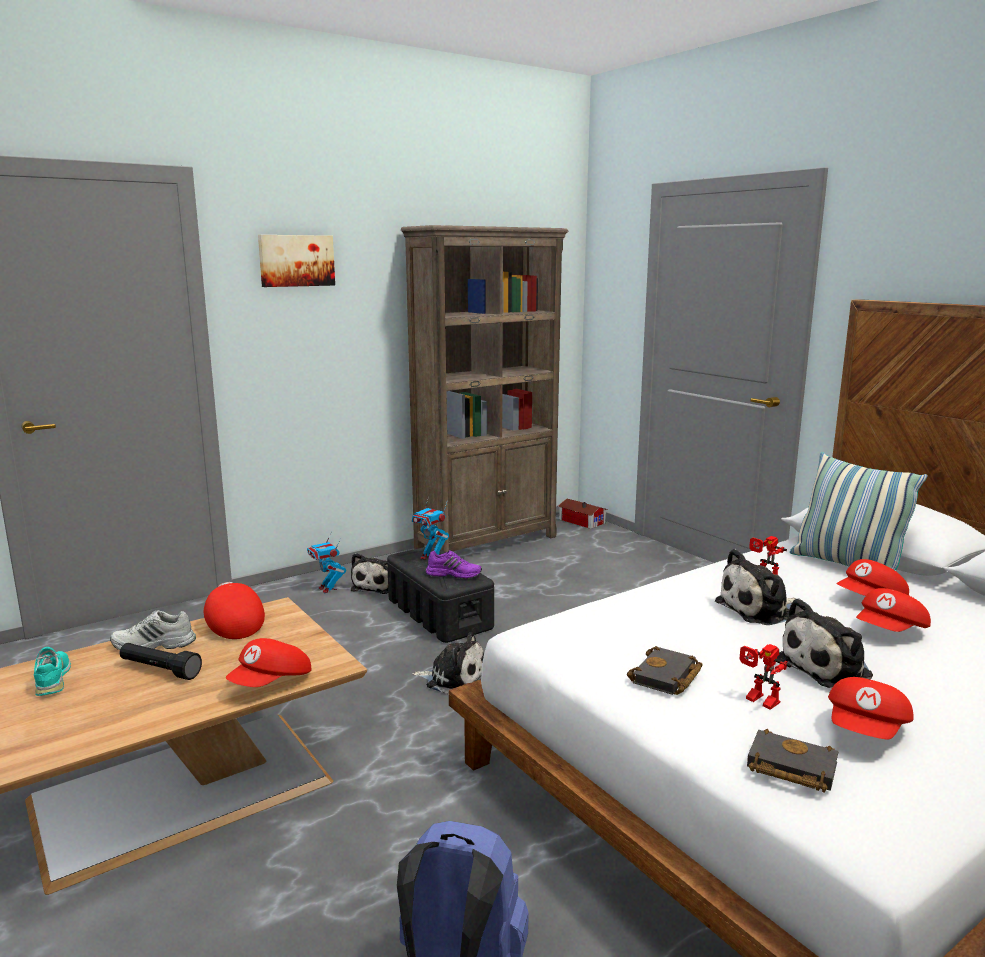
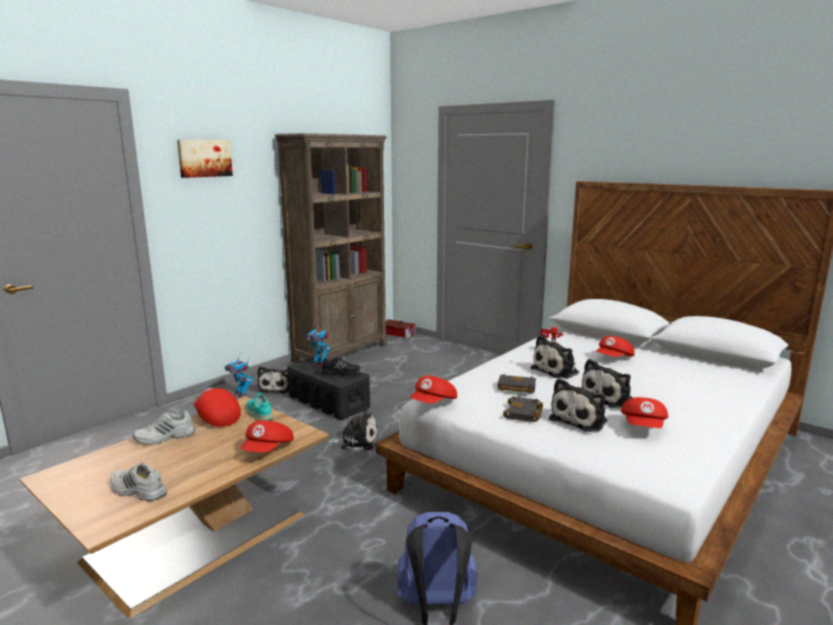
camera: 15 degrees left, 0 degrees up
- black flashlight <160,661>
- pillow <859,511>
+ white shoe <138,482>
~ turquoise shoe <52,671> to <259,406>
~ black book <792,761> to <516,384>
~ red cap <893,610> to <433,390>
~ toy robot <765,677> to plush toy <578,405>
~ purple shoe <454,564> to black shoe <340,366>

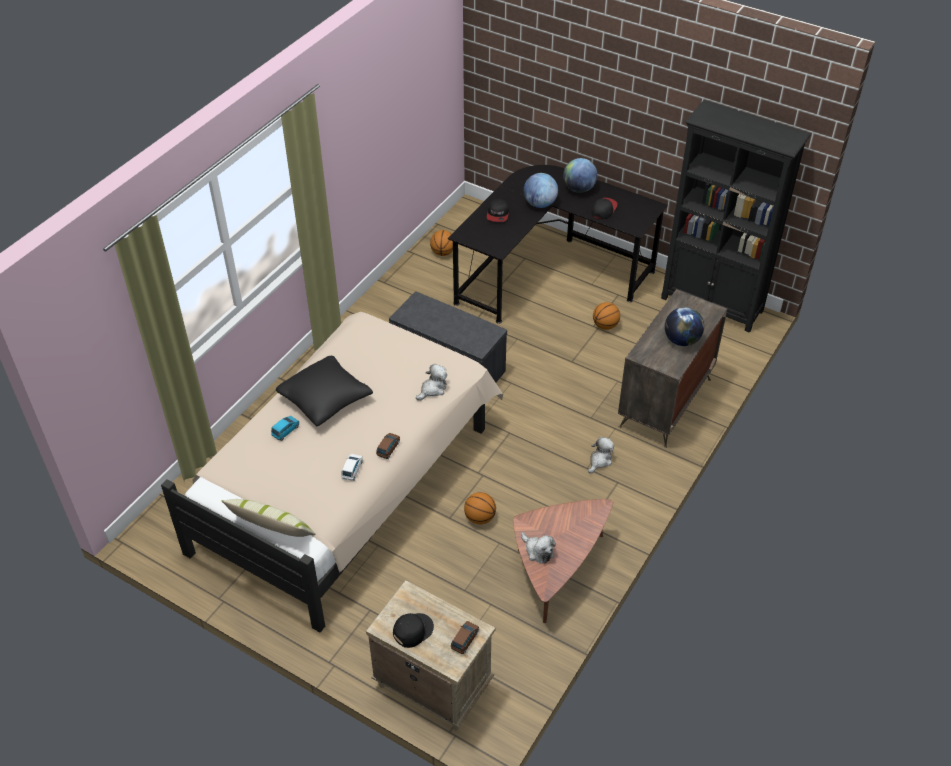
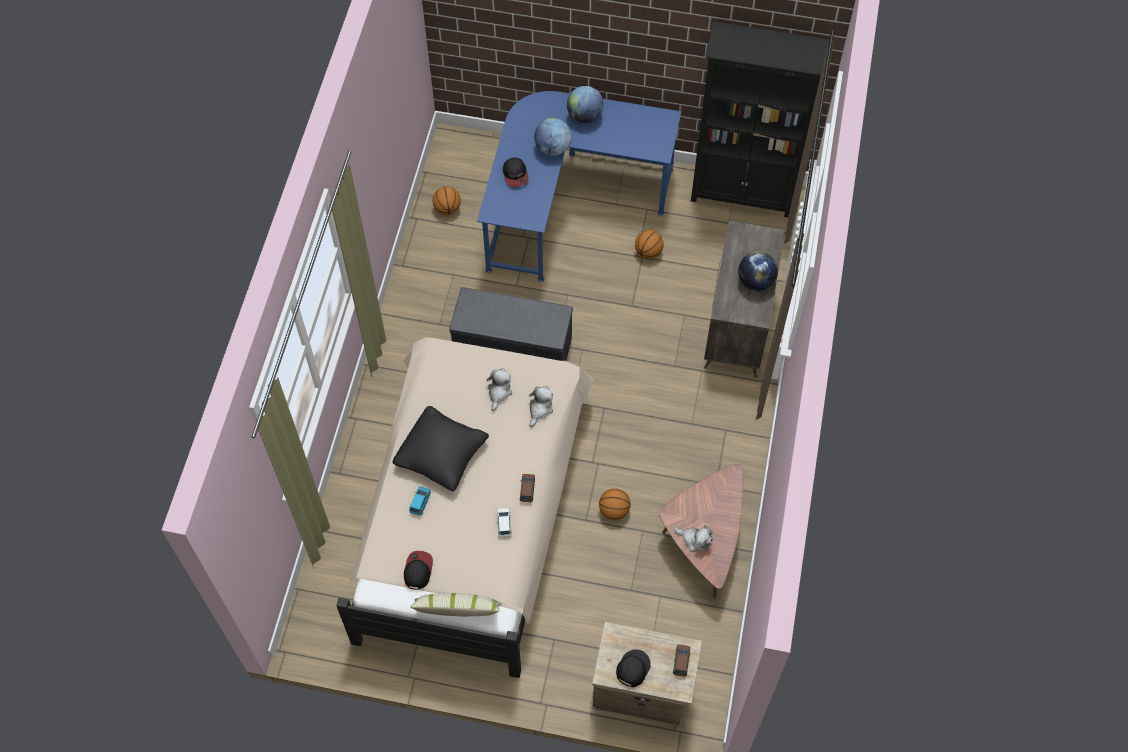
camera: 20 degrees left, 15 degrees up
~ plush toy <601,455> to <499,390>
~ cap <604,208> to <418,570>
~ black desk <558,244> to blue desk <579,186>

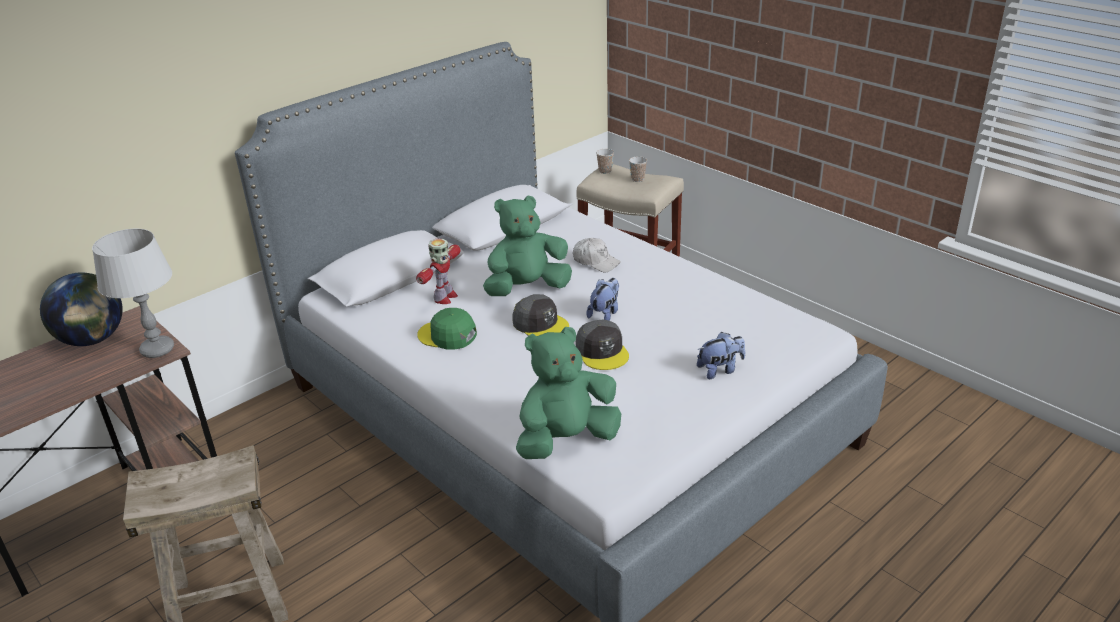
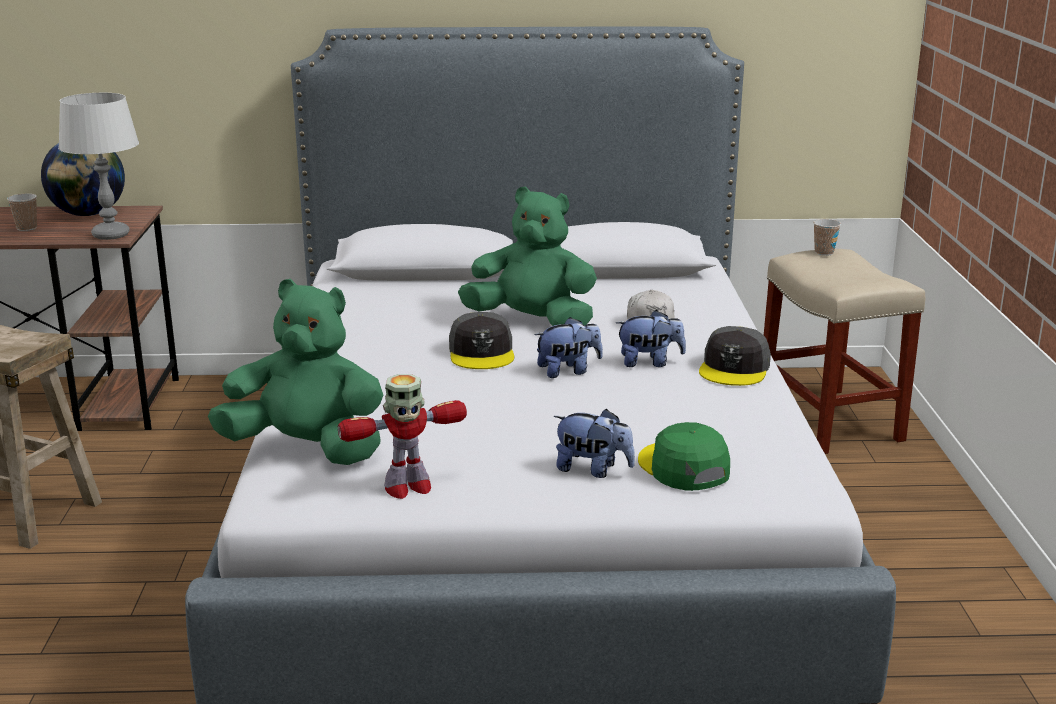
camera: 40 degrees right, 10 degrees down
+ plush toy <651,338>
~ toy robot <438,271> to <402,436>
~ green cap <447,328> to <684,456>
~ grey cap <602,345> to <735,356>
~ cup <638,169> to <22,212>

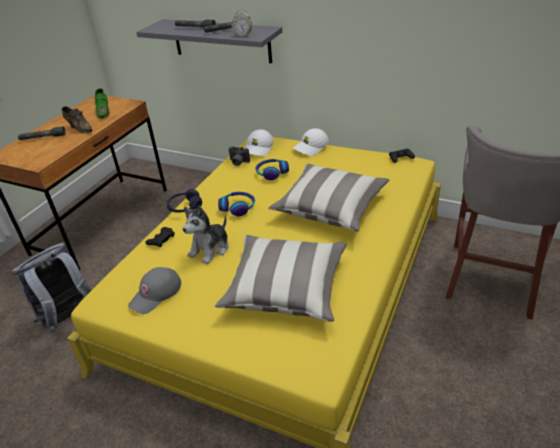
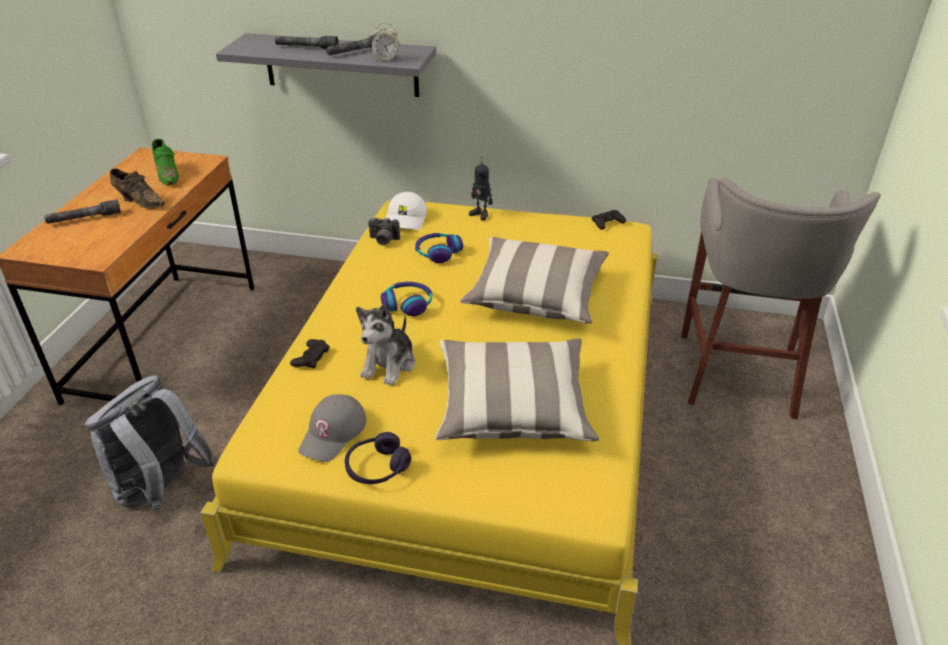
camera: 15 degrees left, 0 degrees up
~ purple headphones <184,201> to <378,458>
~ white cap <311,142> to toy robot <481,189>

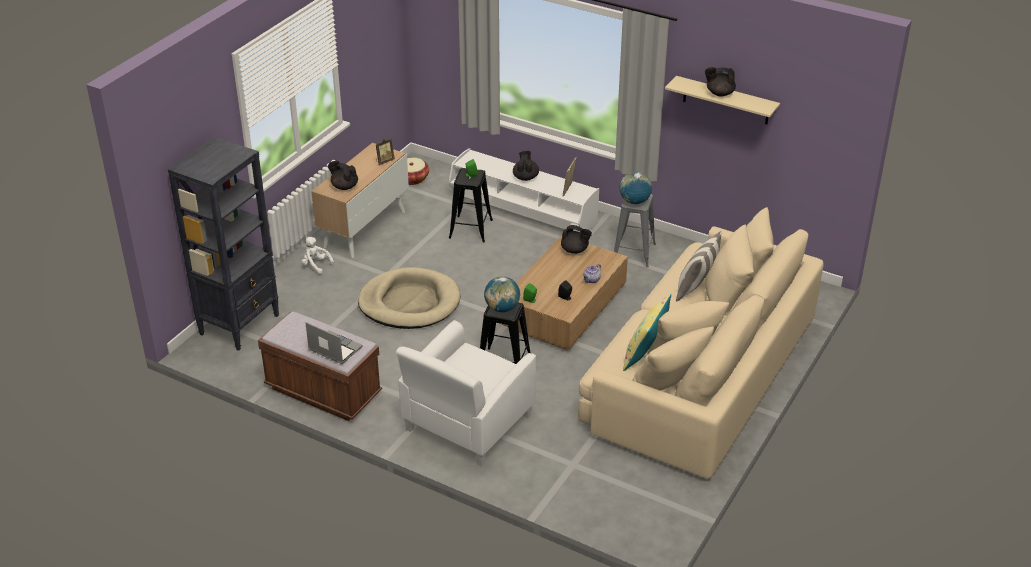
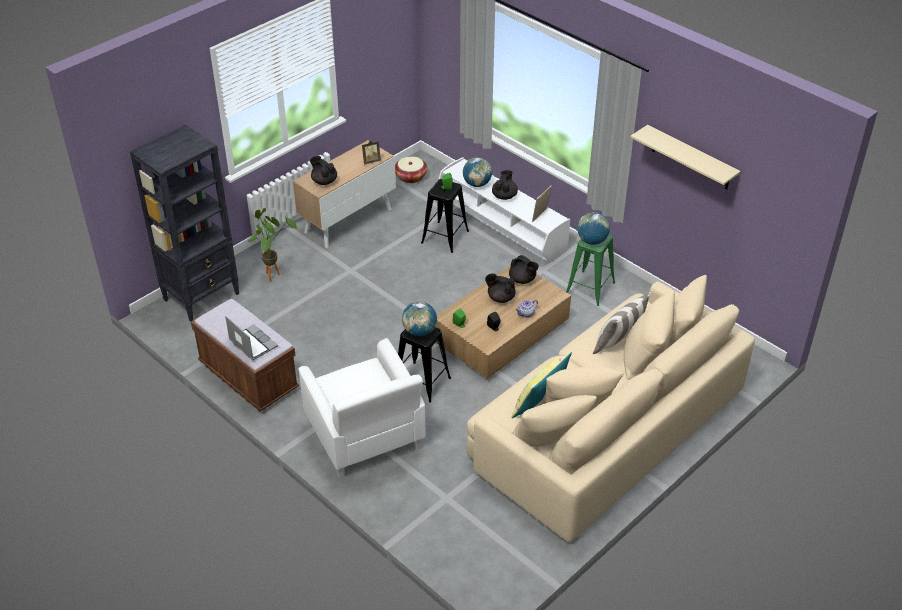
camera: 15 degrees right, 5 degrees up
- white plush toy <317,255>
- beige dog bed <409,298>
+ potted plant <272,245>
+ globe <477,172>
~ black teapot <720,81> to <500,288>
~ grey stool <635,231> to green stool <590,270>
~ white armchair <466,393> = <362,408> 75 degrees counterclockwise

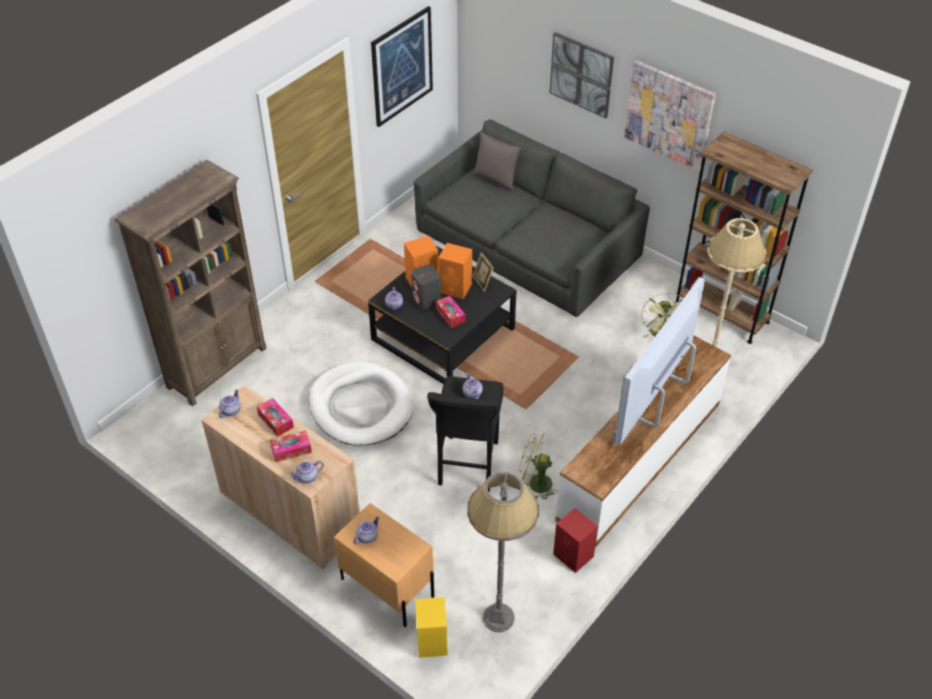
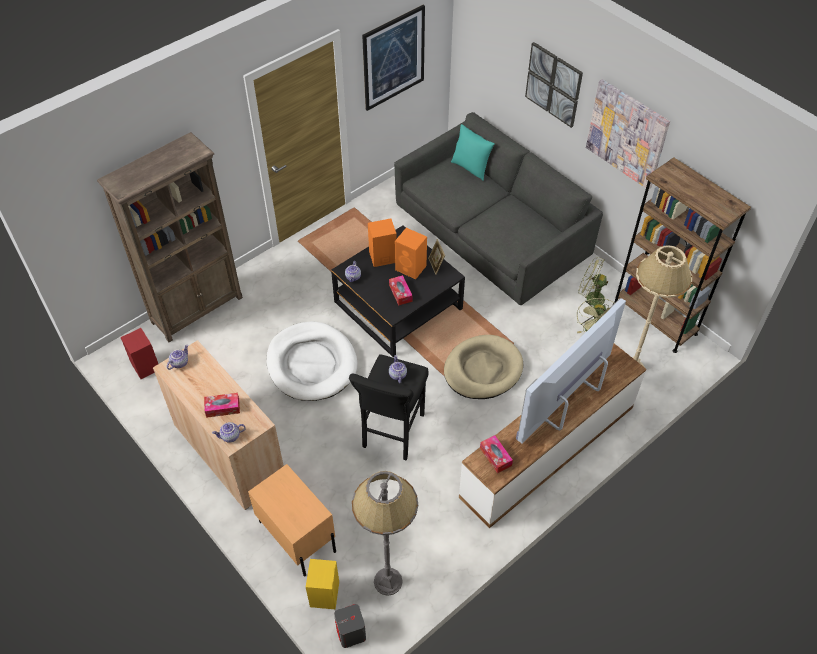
camera: 10 degrees right, 5 degrees up
- teapot <366,530>
+ beige dog bed <483,367>
~ tissue box <275,417> to <496,454>
~ grey speaker <426,287> to <350,626>
~ green fan <538,466> to <593,282>
~ red speaker <575,540> to <139,353>
~ grey pillow <497,161> to turquoise pillow <473,152>

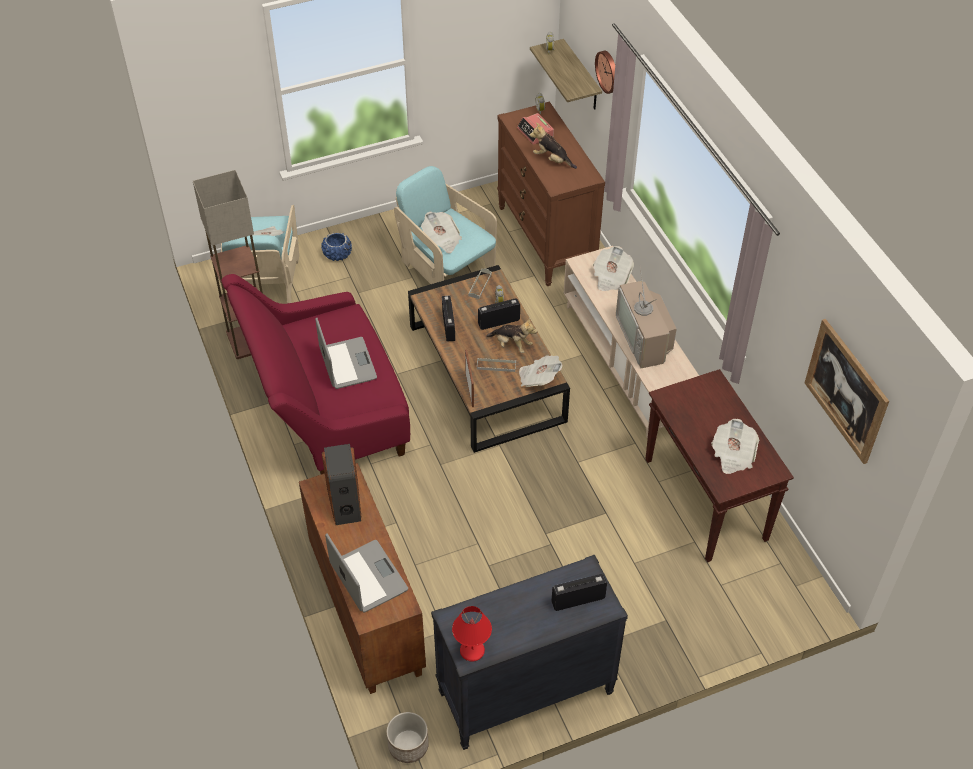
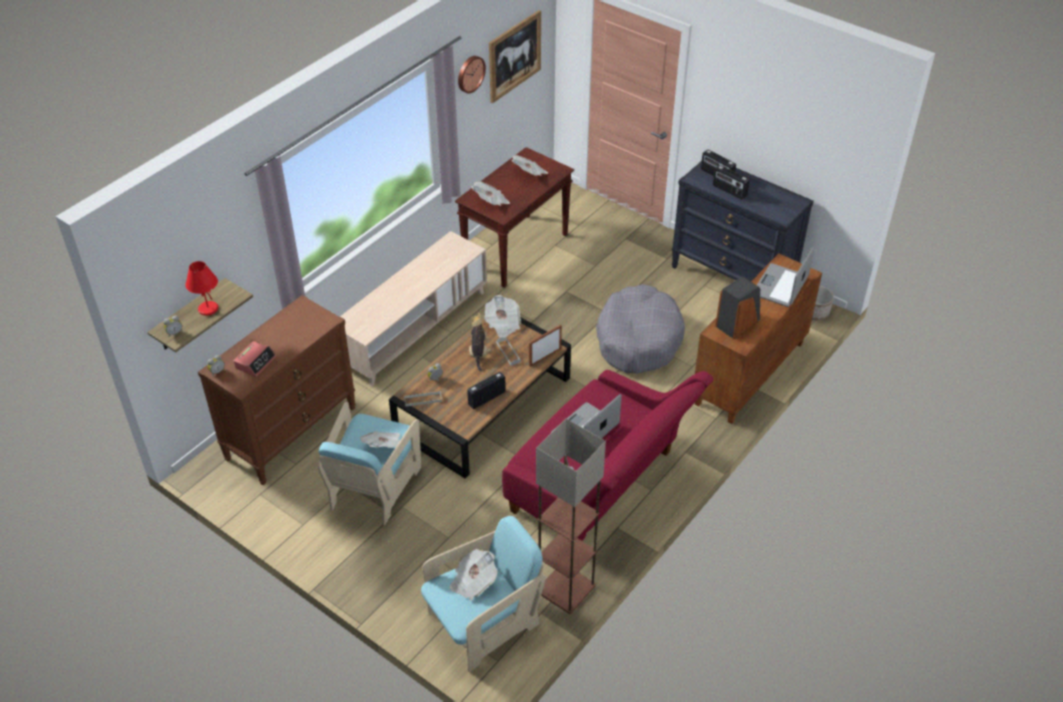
camera: 120 degrees left, 5 degrees down
- blue planter <336,247>
- plush toy <553,146>
- television <646,317>
+ grey dog bed <640,329>
~ red table lamp <472,634> to <201,288>
~ radio <499,314> to <731,182>
~ newspaper <613,268> to <490,194>
~ wall clock <605,72> to <472,74>

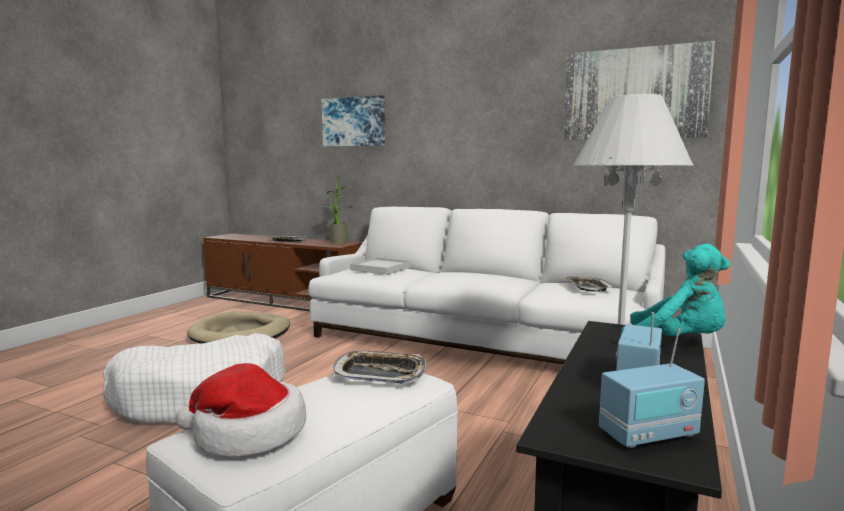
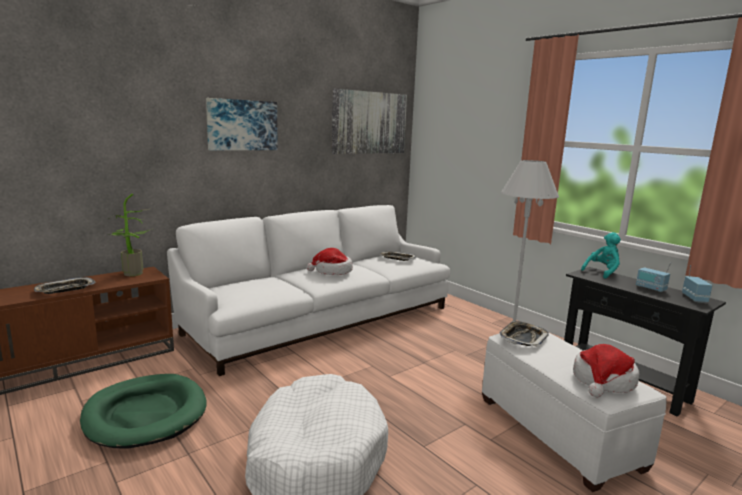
camera: 65 degrees left, 5 degrees up
- white tray <380,266>
+ hat <330,261>
~ picture <353,121> to <242,124>
~ beige dog bed <238,327> to green dog bed <143,411>

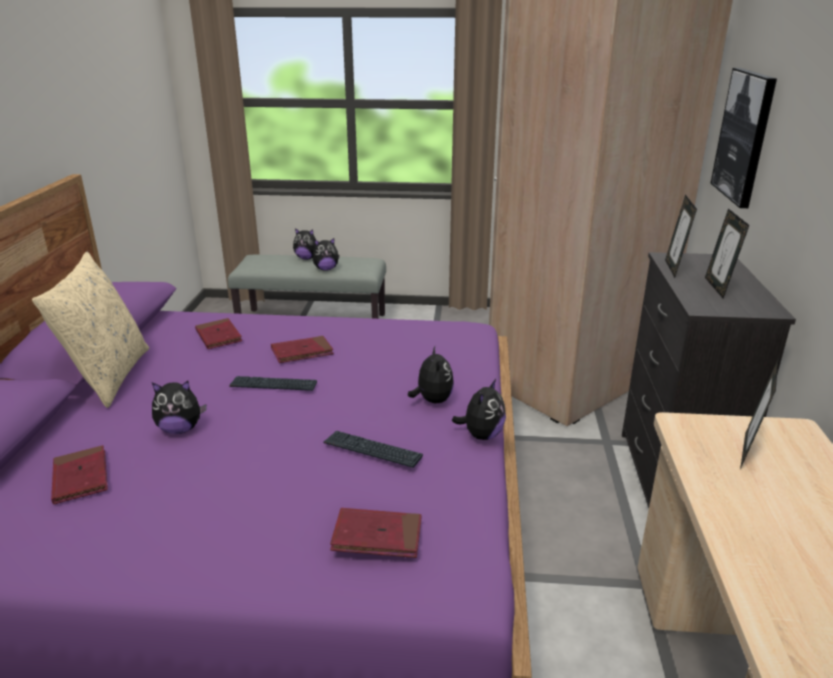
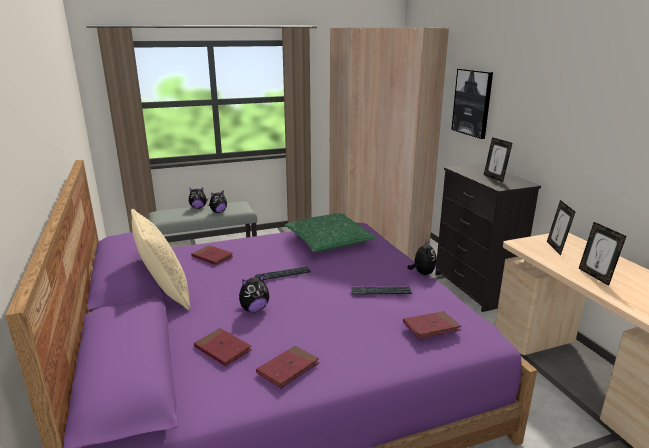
camera: 25 degrees left, 5 degrees down
- plush toy <431,375>
+ green pillow <330,233>
~ red book <302,349> to <287,367>
~ picture frame <681,236> to <602,254>

